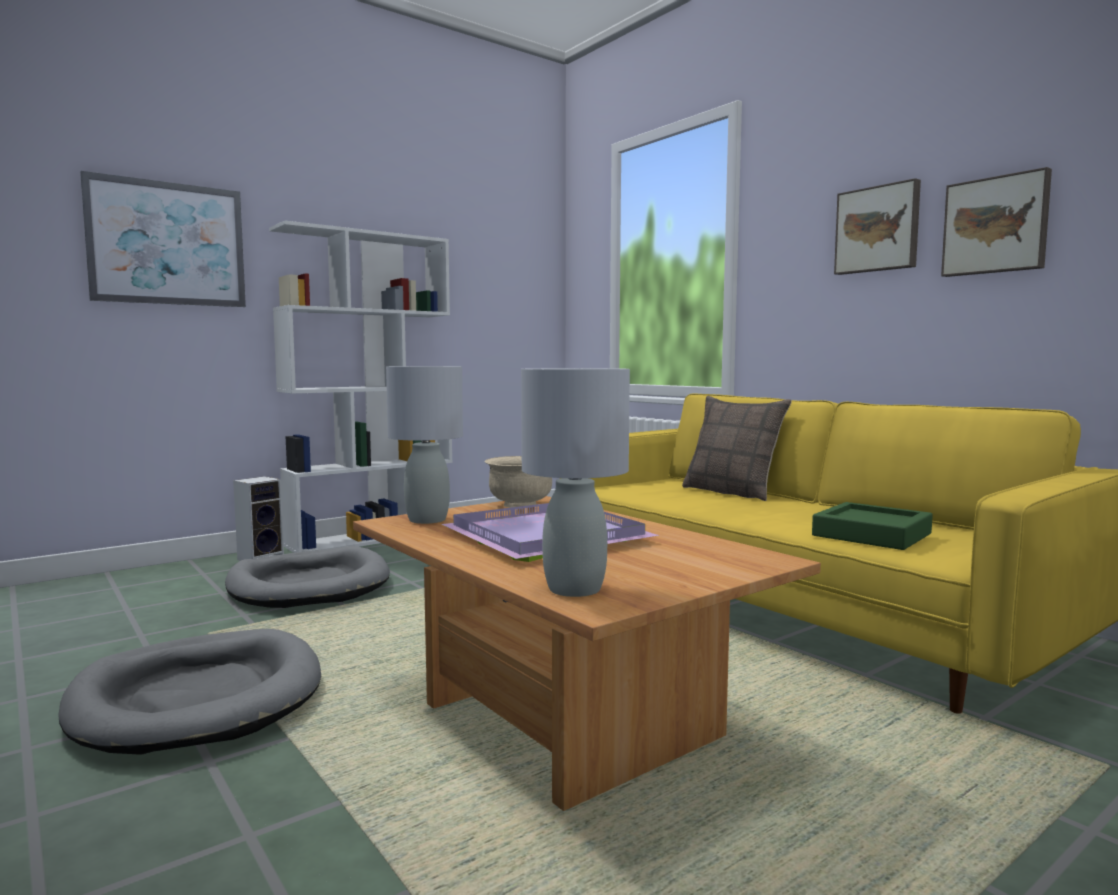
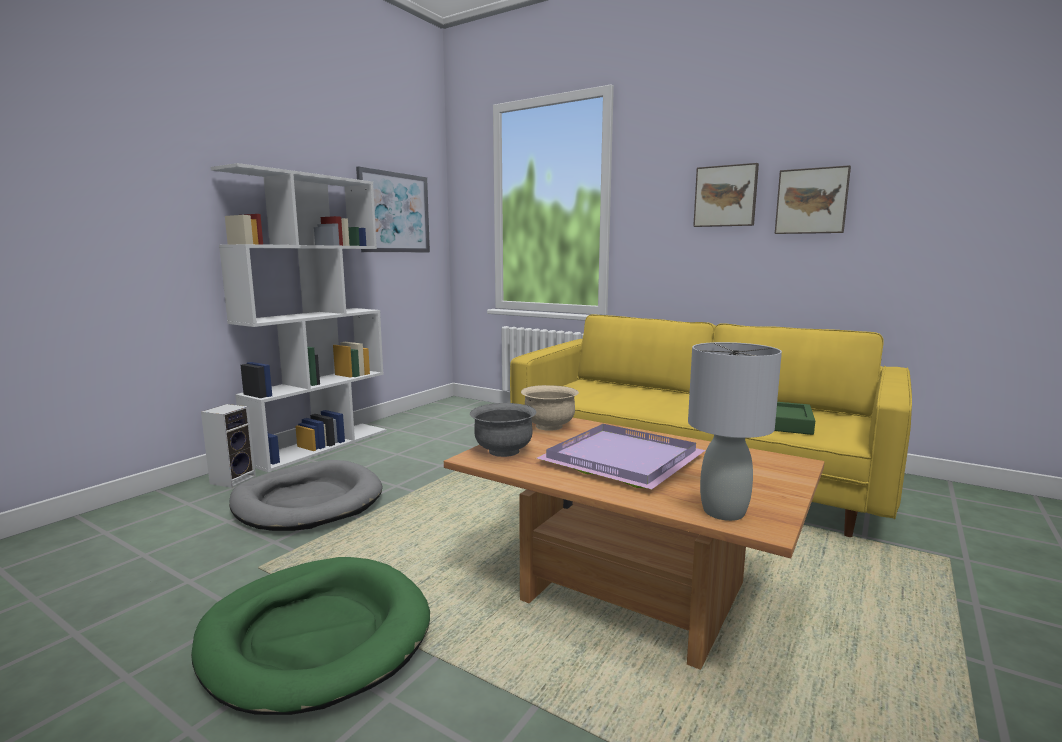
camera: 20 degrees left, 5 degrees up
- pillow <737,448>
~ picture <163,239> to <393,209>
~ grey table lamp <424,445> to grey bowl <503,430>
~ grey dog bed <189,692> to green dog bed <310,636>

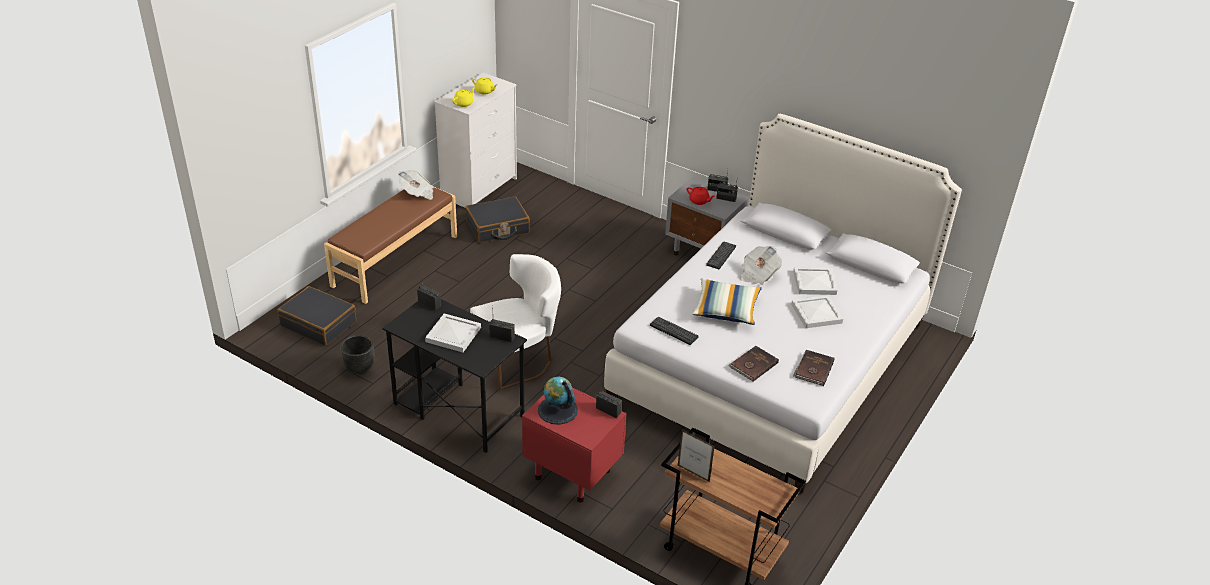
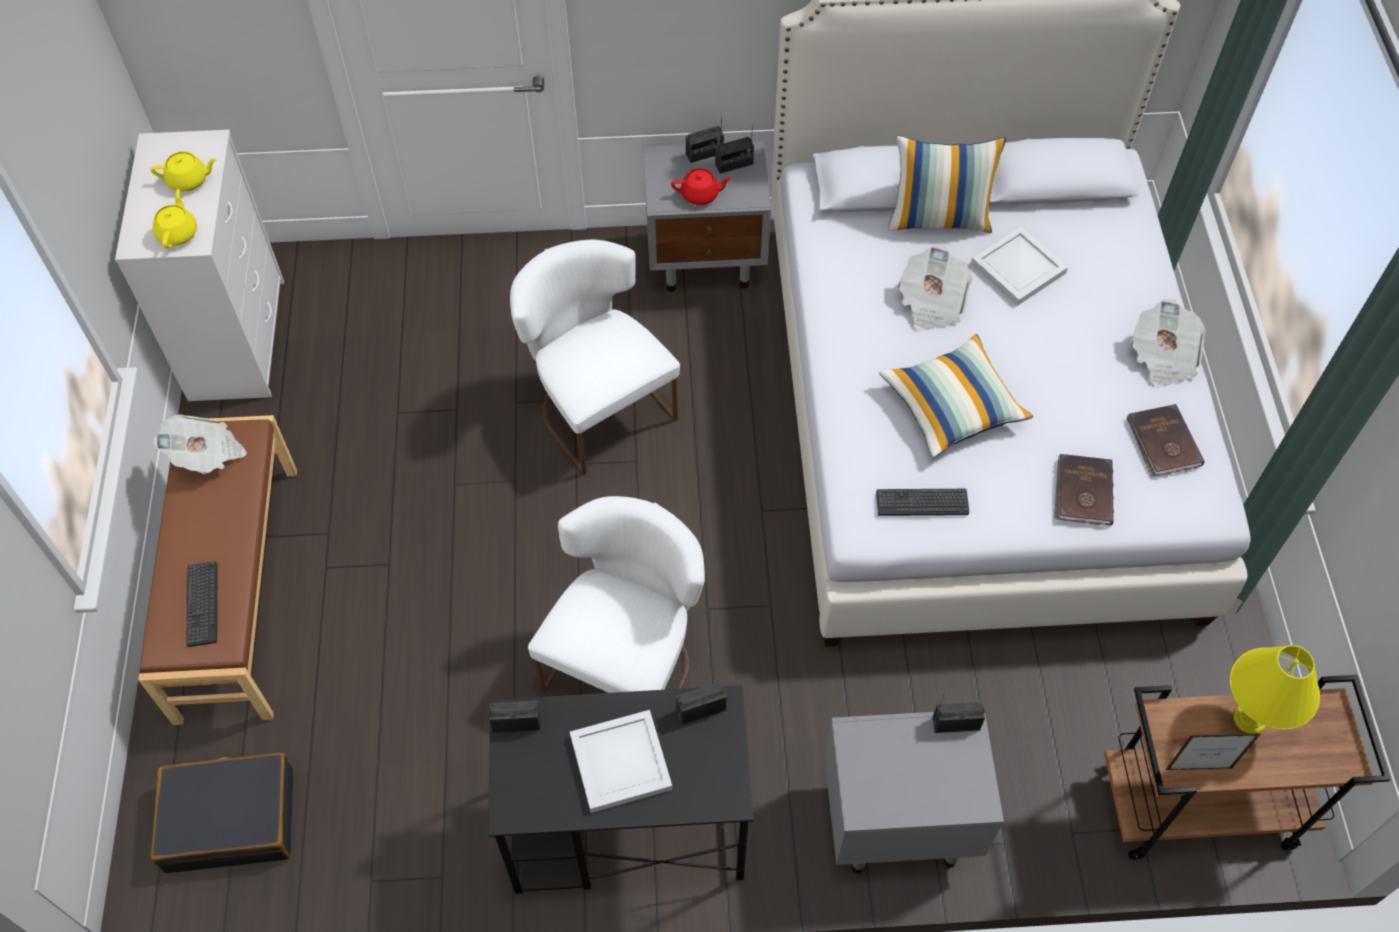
camera: 35 degrees left, 20 degrees up
- black planter <357,354>
- black suitcase <497,219>
- globe <558,401>
- white tray <817,311>
+ white chair <595,357>
+ pillow <947,184>
+ newspaper <1168,343>
+ yellow table lamp <1275,689>
~ keyboard <721,255> to <202,604>
~ red nightstand <574,445> to grey nightstand <914,792>

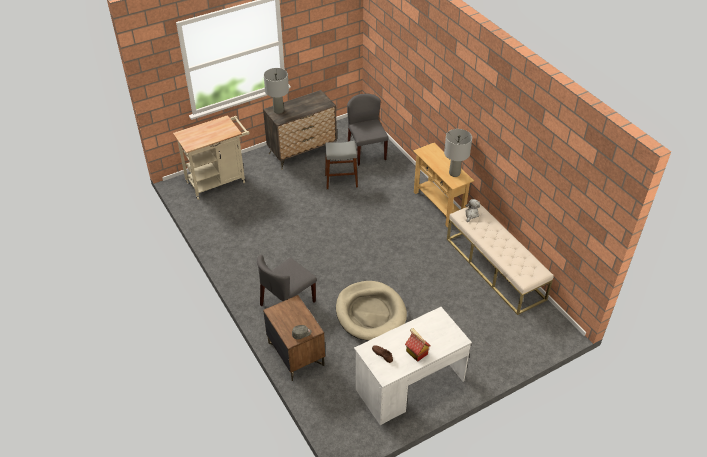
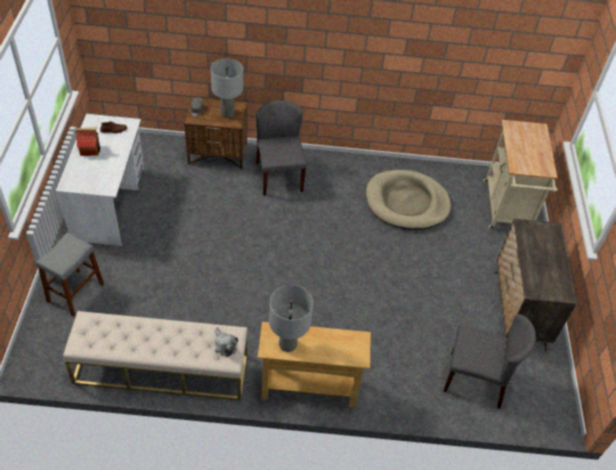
camera: 120 degrees right, 5 degrees up
~ grey table lamp <276,91> to <227,88>
~ grey stool <341,165> to <70,274>
~ beige dog bed <371,311> to <408,200>

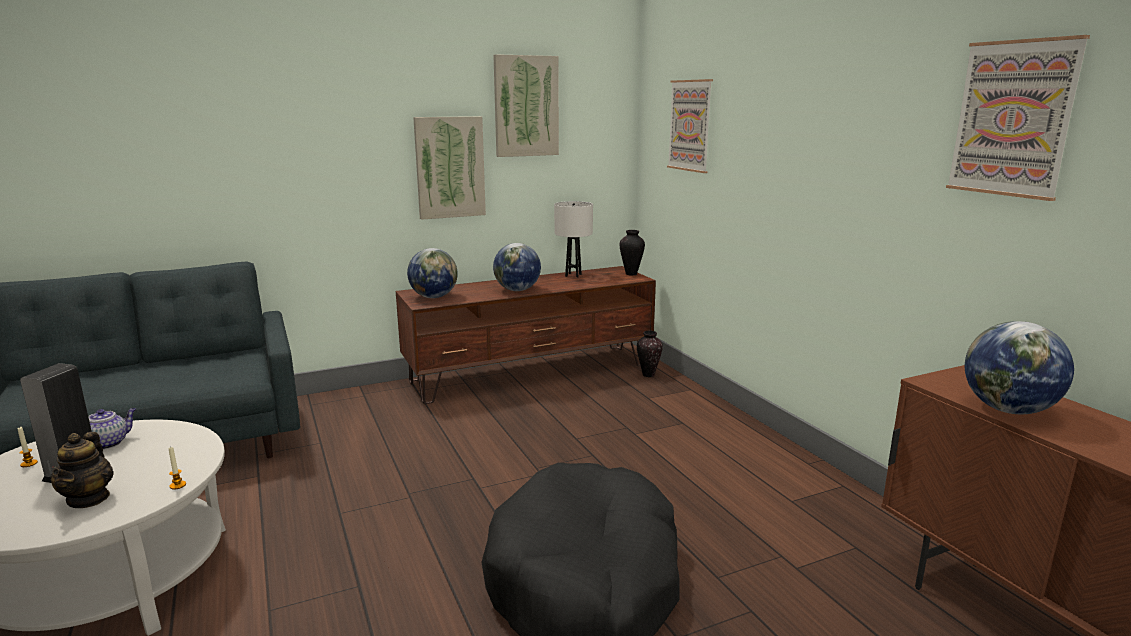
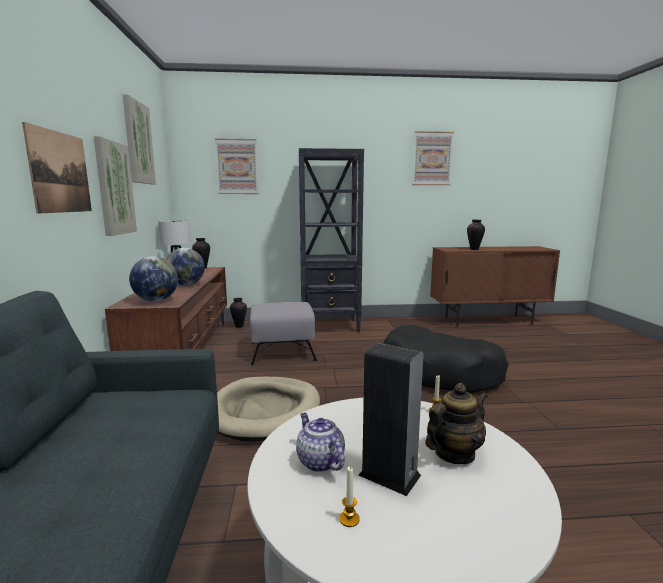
camera: 70 degrees left, 5 degrees down
+ picture <57,168>
+ beige dog bed <268,409>
+ grey ottoman <283,333>
+ black bookcase <331,240>
~ globe <1019,367> to vase <476,235>
~ teapot <82,470> = <456,423> 45 degrees counterclockwise

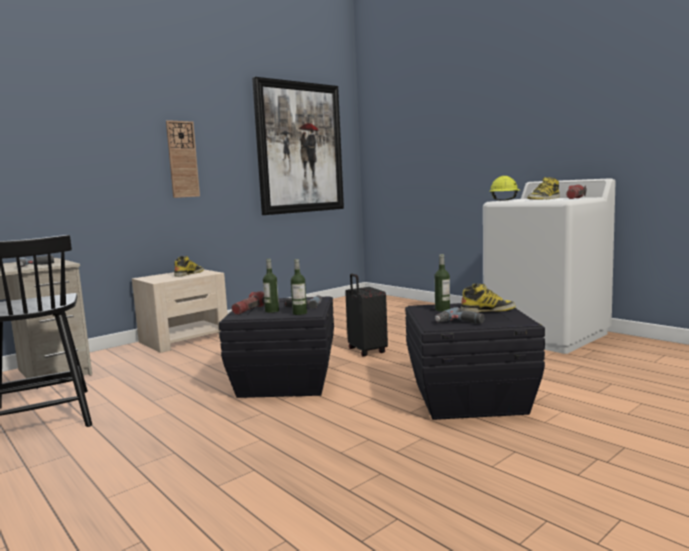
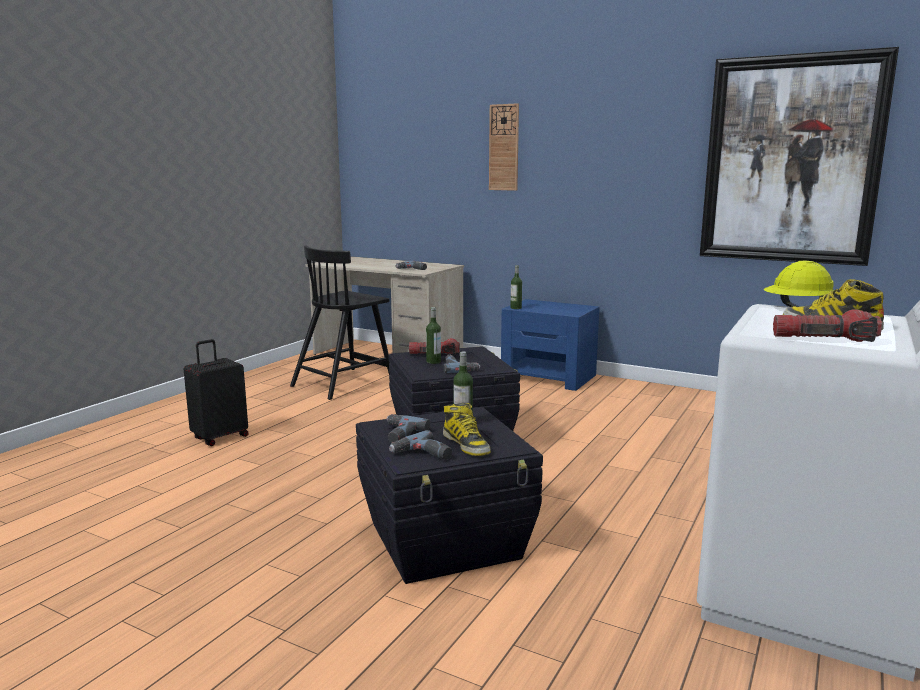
camera: 70 degrees right, 5 degrees up
- boot <189,266>
+ power drill <420,445>
~ wall clock <183,159> to <504,147>
~ bottle <299,287> to <516,287>
~ black suitcase <366,314> to <216,392>
~ beige nightstand <180,311> to blue nightstand <550,345>

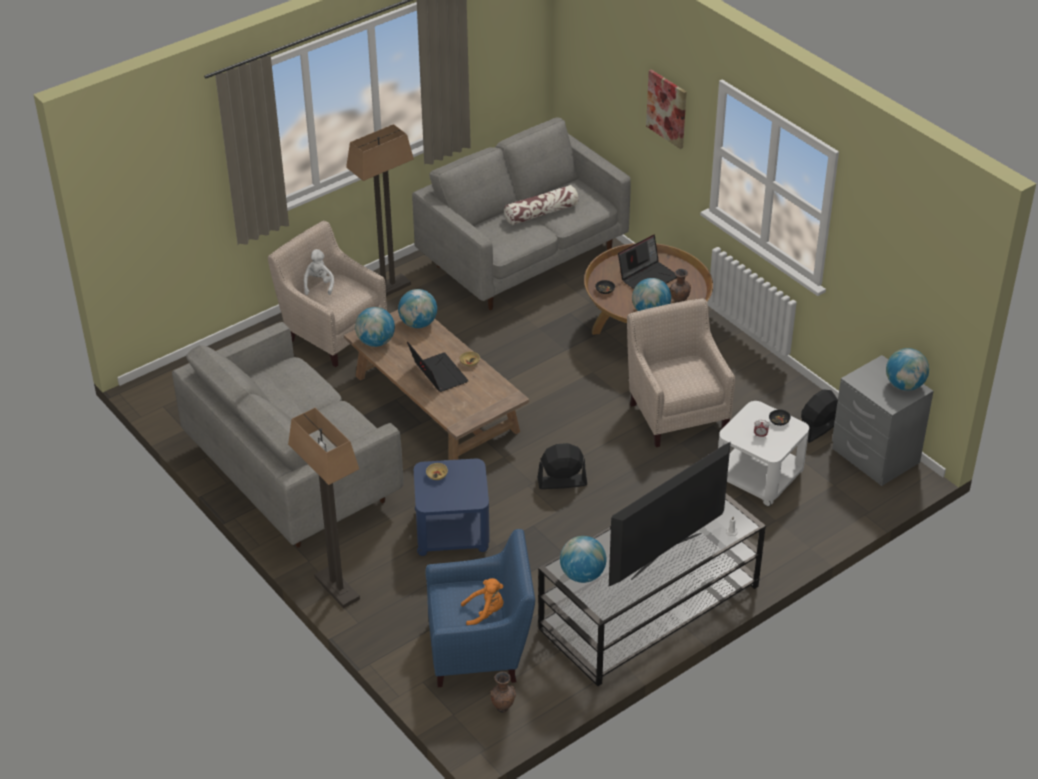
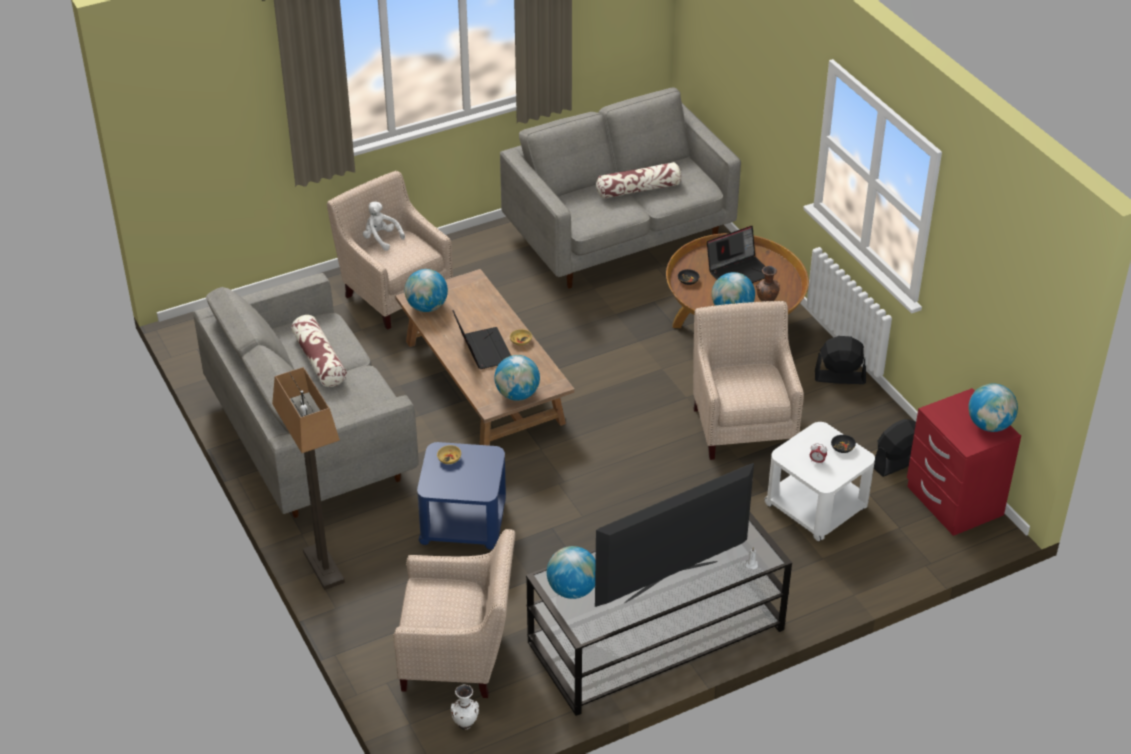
camera: 10 degrees right, 0 degrees up
- floor lamp <380,210>
- orange plush toy <482,601>
- picture <666,109>
+ pillow <319,351>
~ globe <417,308> to <517,378>
~ black fan <562,466> to <840,360>
~ blue armchair <480,608> to beige armchair <454,613>
~ brown vase <503,692> to white vase <465,707>
~ grey nightstand <883,420> to red nightstand <964,462>
~ white plush toy <319,272> = <384,226> 60 degrees counterclockwise

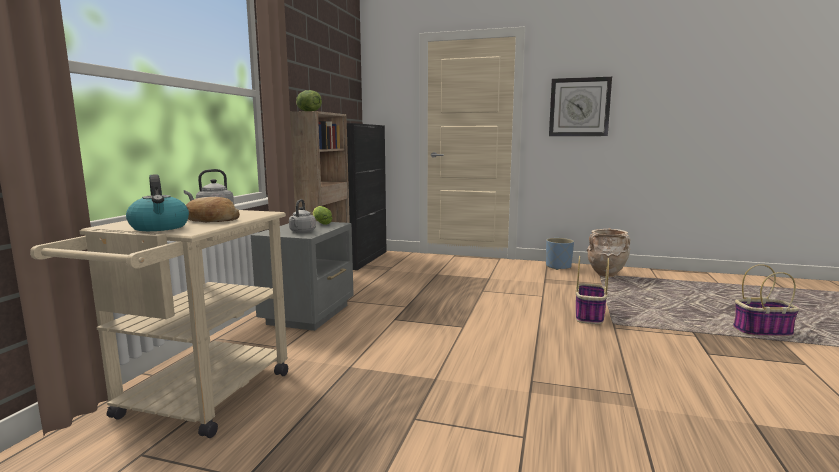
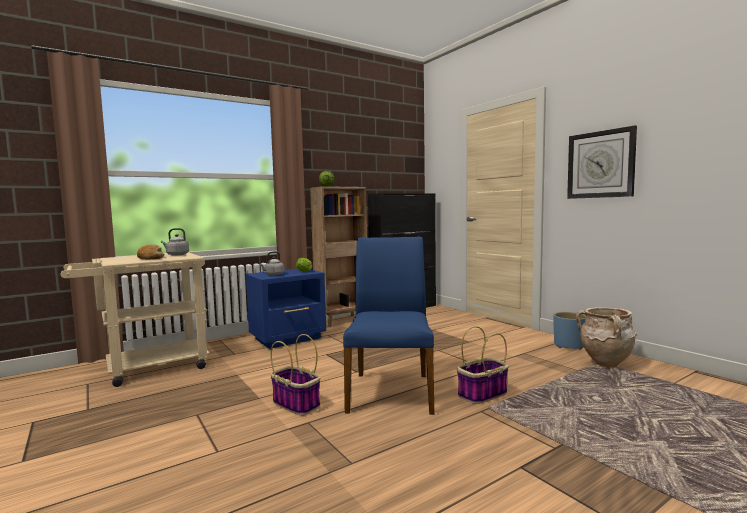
camera: 40 degrees right, 5 degrees down
- kettle <157,202>
+ blue chair <388,326>
~ basket <766,300> to <295,375>
~ grey nightstand <302,276> to blue nightstand <286,309>

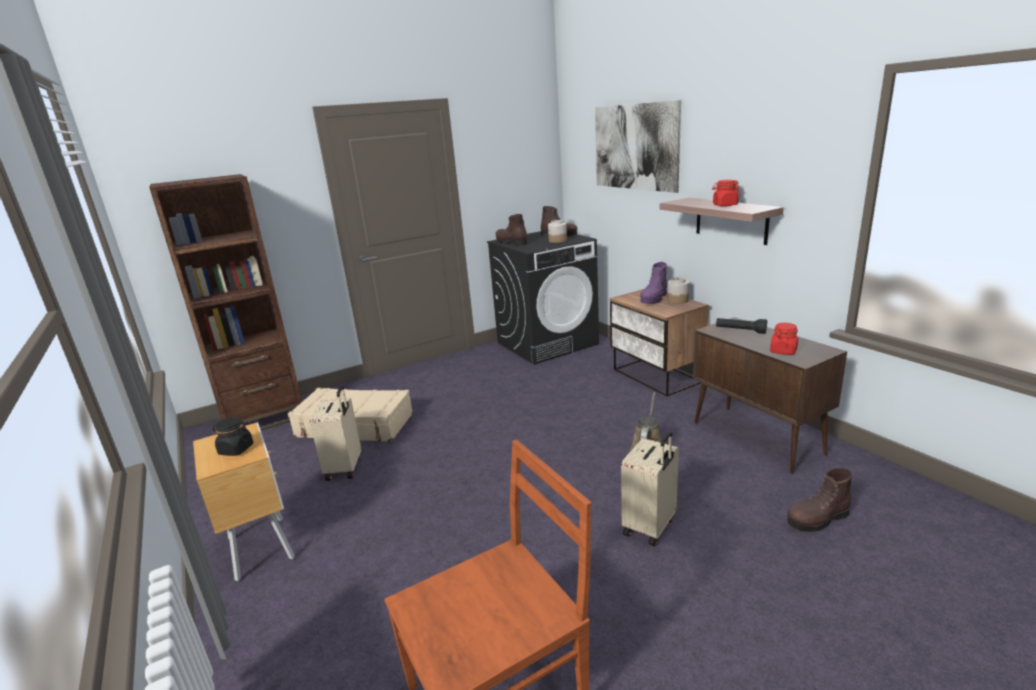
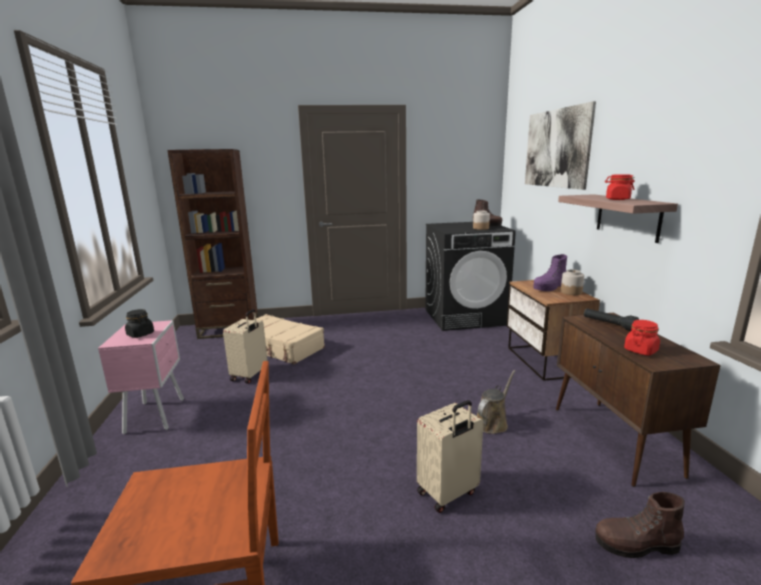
camera: 20 degrees right, 5 degrees down
- brown boot <512,229>
~ brown nightstand <244,501> to pink nightstand <141,377>

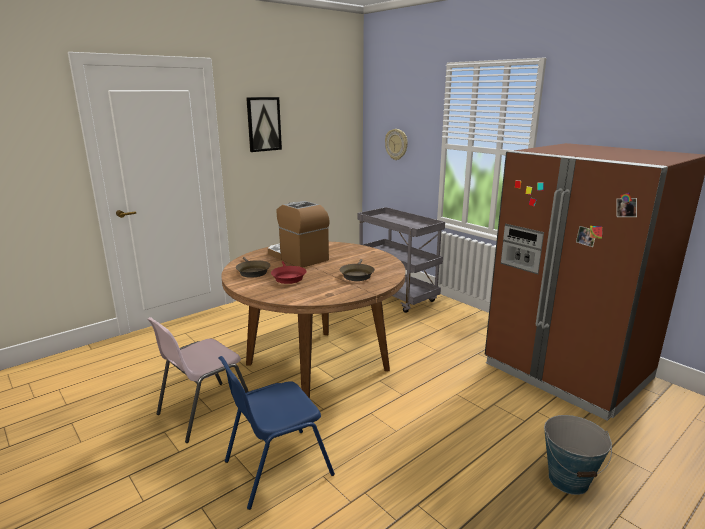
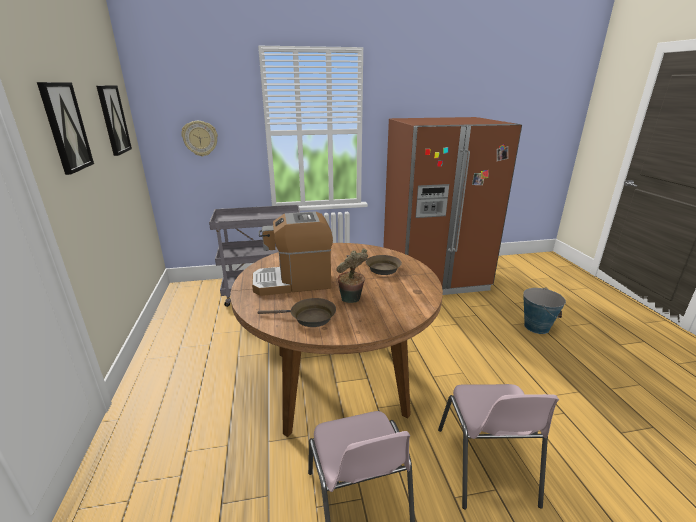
camera: 60 degrees left, 5 degrees up
+ picture <114,120>
~ red frying pan <289,272> to potted plant <352,275>
~ blue chair <276,433> to pink chair <498,446>

